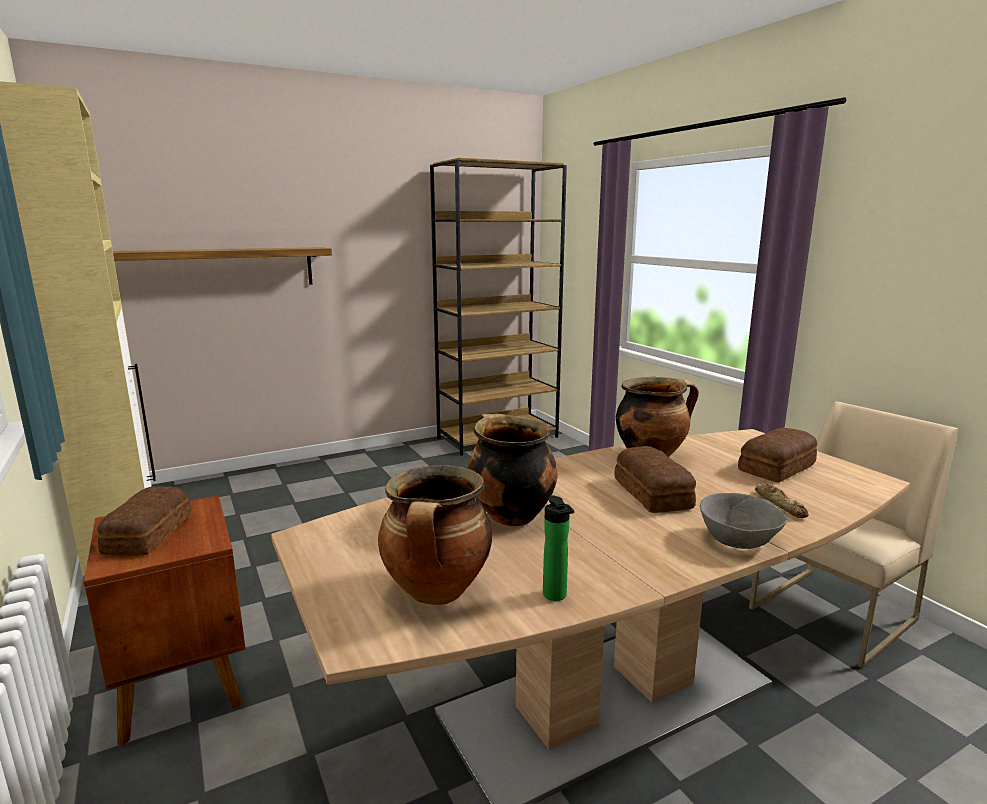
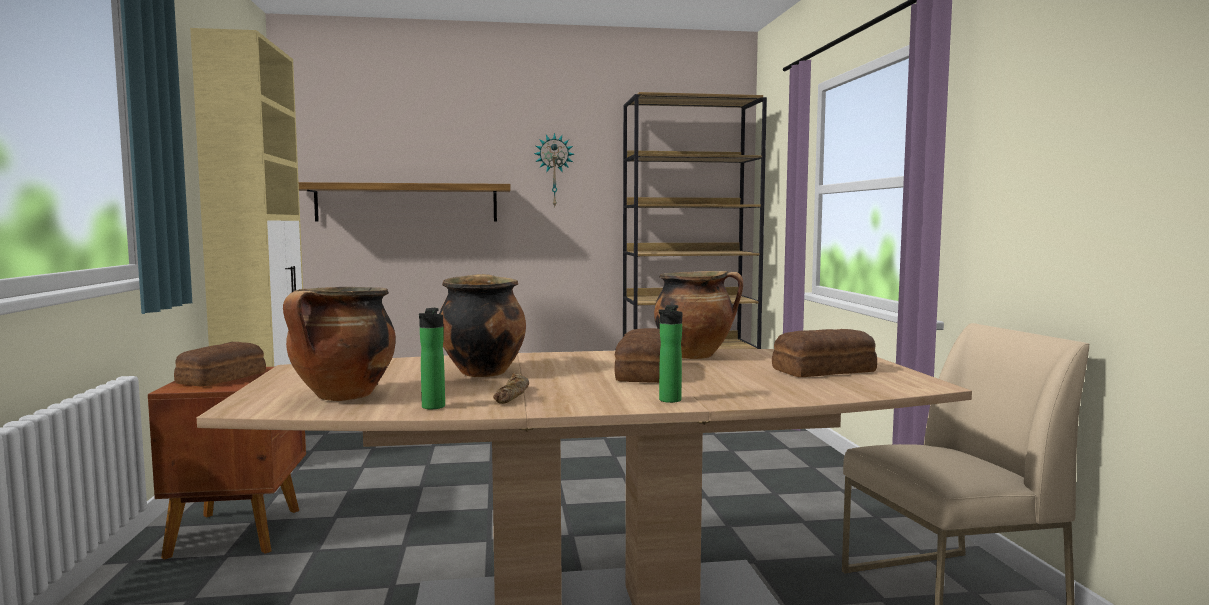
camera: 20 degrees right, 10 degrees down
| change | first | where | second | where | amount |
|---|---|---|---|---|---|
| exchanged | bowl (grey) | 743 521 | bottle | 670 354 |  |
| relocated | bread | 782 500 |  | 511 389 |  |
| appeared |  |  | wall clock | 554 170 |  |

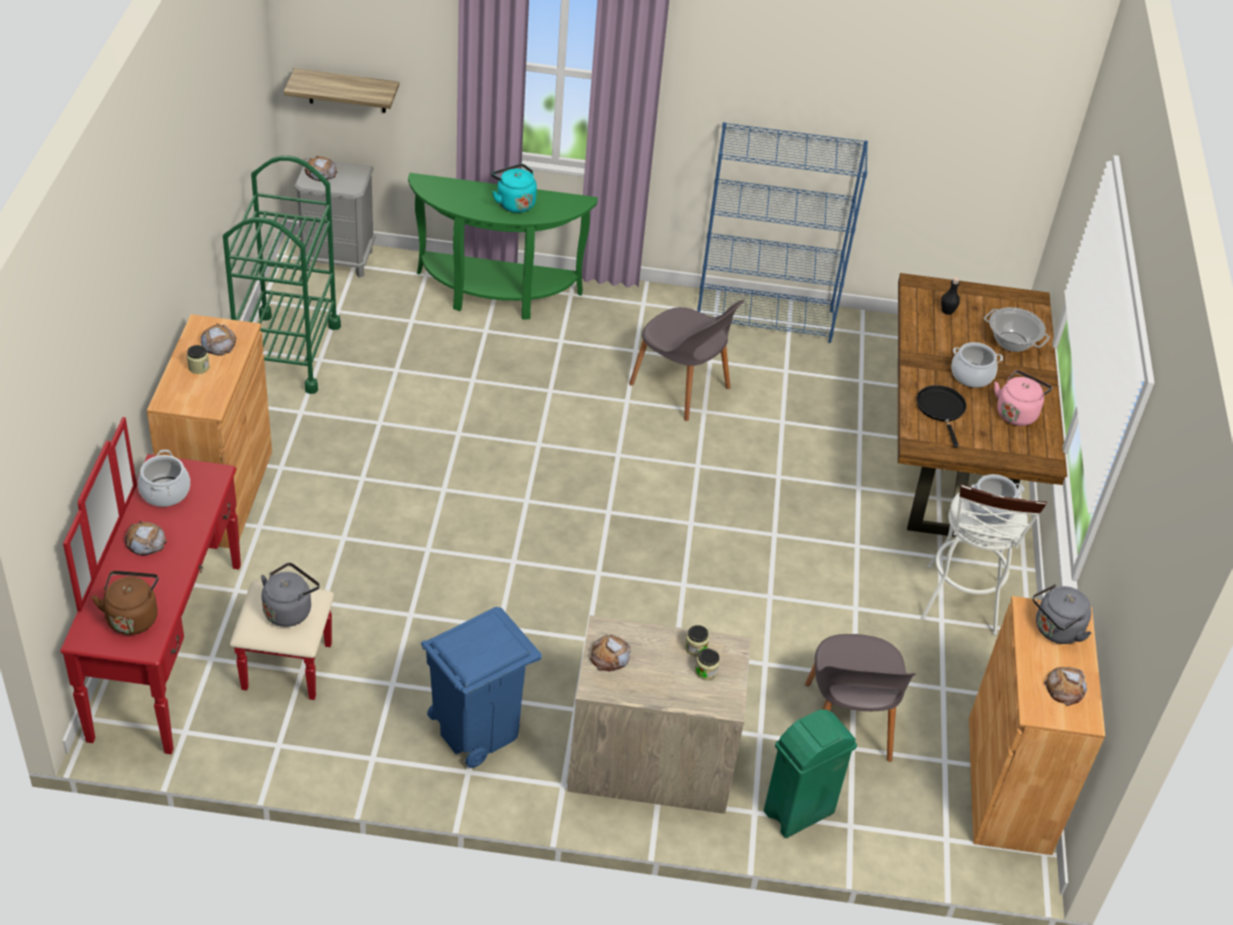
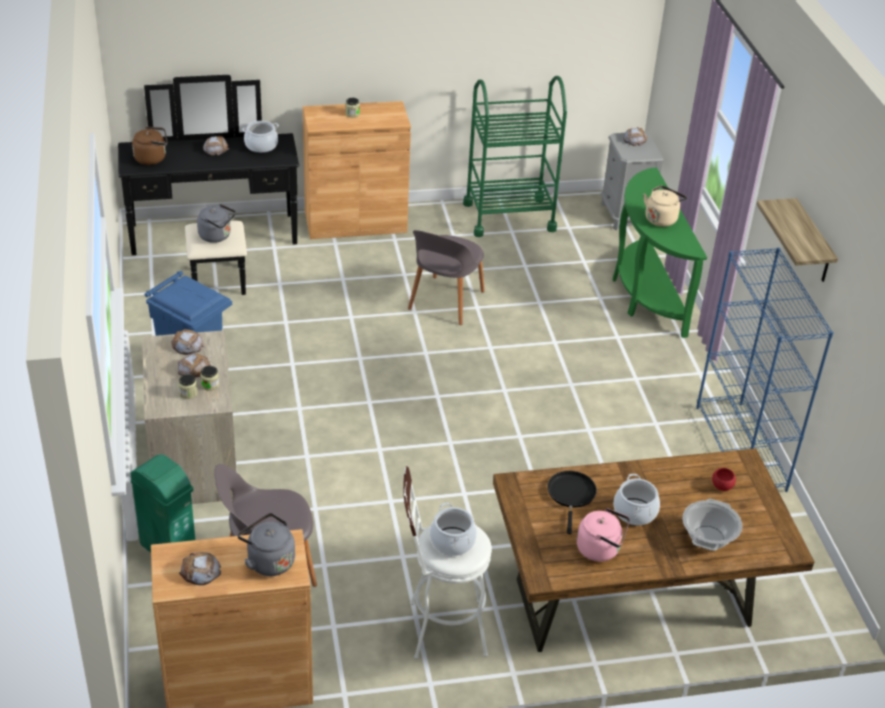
camera: 75 degrees right, 5 degrees down
| change | first | where | second | where | amount |
|---|---|---|---|---|---|
| colour | dresser (red) | 197 585 | dresser (black) | 208 185 |  |
| relocated | bread | 218 339 |  | 194 365 |  |
| relocated | shelf | 341 90 |  | 797 240 |  |
| colour | kettle (turquoise) | 514 188 | kettle (beige) | 665 206 |  |
| relocated | chair (grey) | 686 360 |  | 446 277 |  |
| spun | frying pan (black) | 941 416 |  | 572 502 | 60 degrees counterclockwise |
| exchanged | bottle (black) | 950 296 | bowl (red) | 724 479 |  |

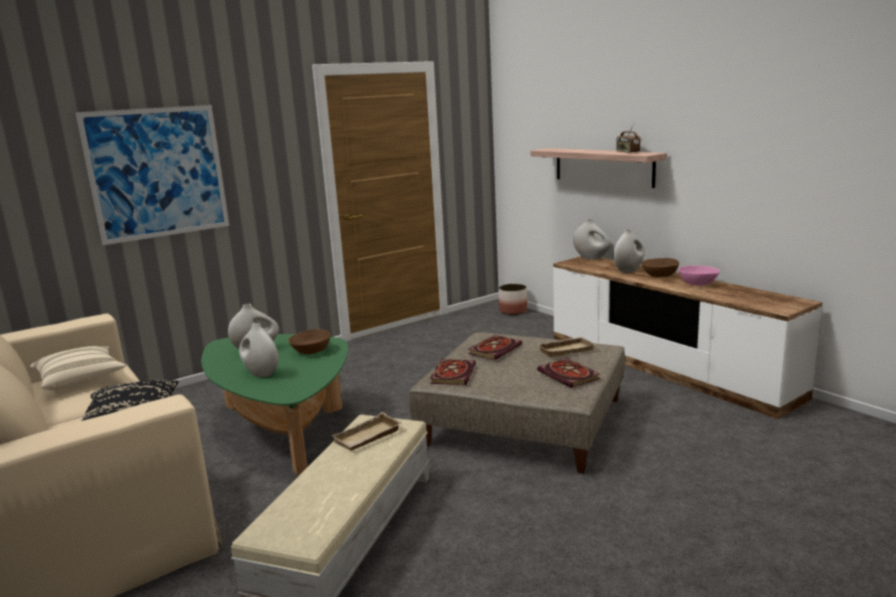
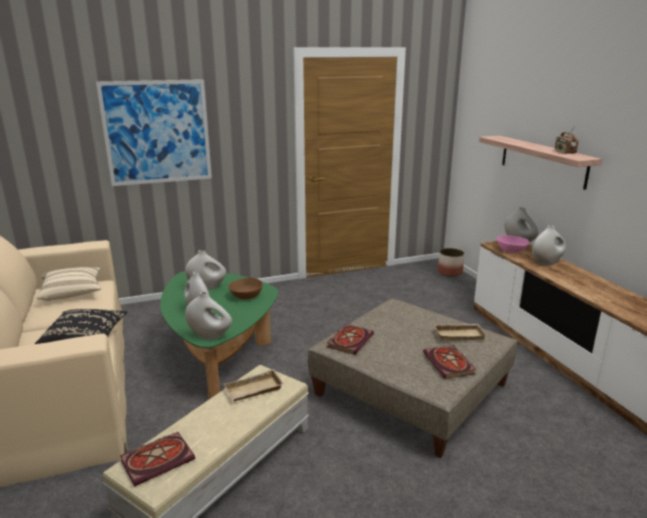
camera: 15 degrees right, 5 degrees up
| change | first | where | second | where | amount |
|---|---|---|---|---|---|
| relocated | book | 495 347 |  | 157 459 |  |
| missing | bowl (brown) | 660 267 |  |  |  |
| relocated | bowl (pink) | 699 276 |  | 513 244 |  |
| appeared |  |  | vase (white) | 208 316 |  |

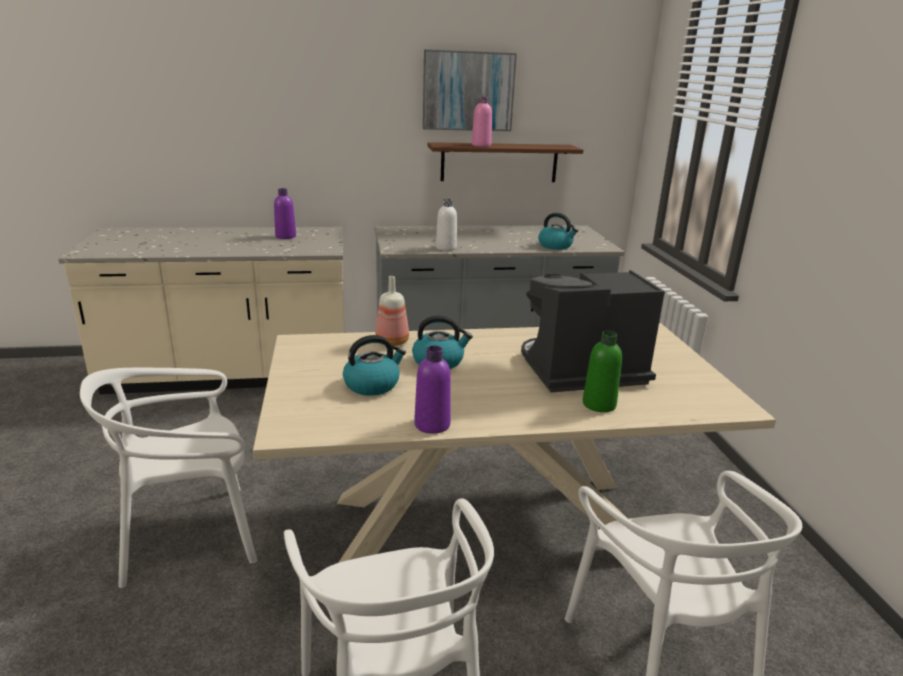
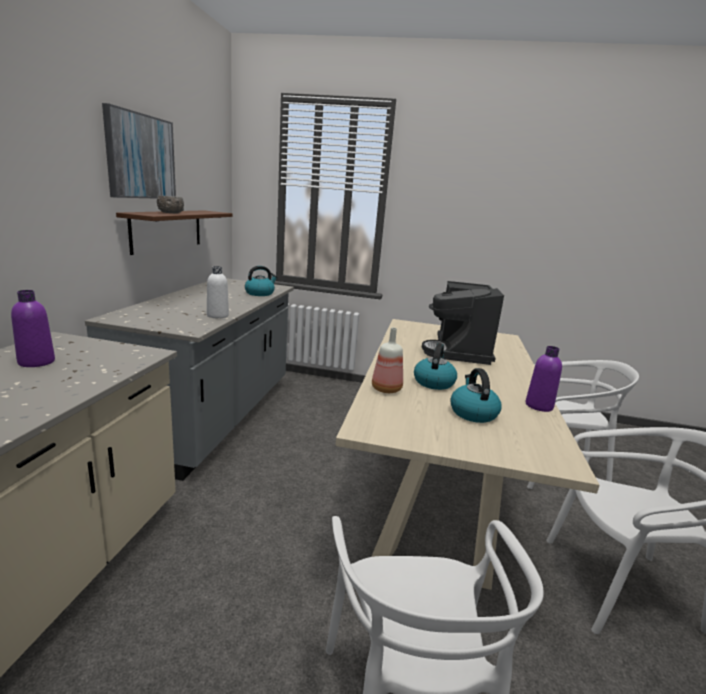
camera: 70 degrees left, 5 degrees down
| change | first | where | second | where | amount |
|---|---|---|---|---|---|
| exchanged | bottle (pink) | 482 121 | bowl (grey) | 170 204 |  |
| missing | bottle (green) | 602 371 |  |  |  |

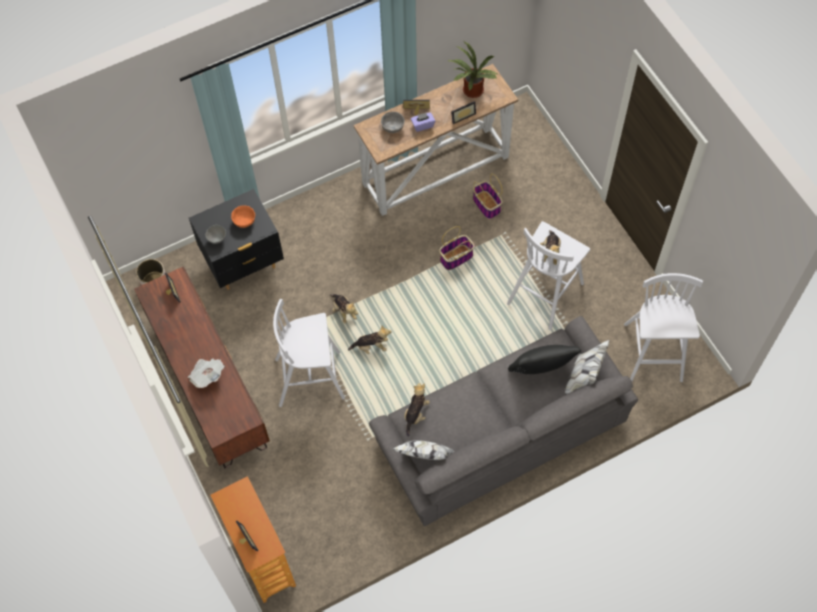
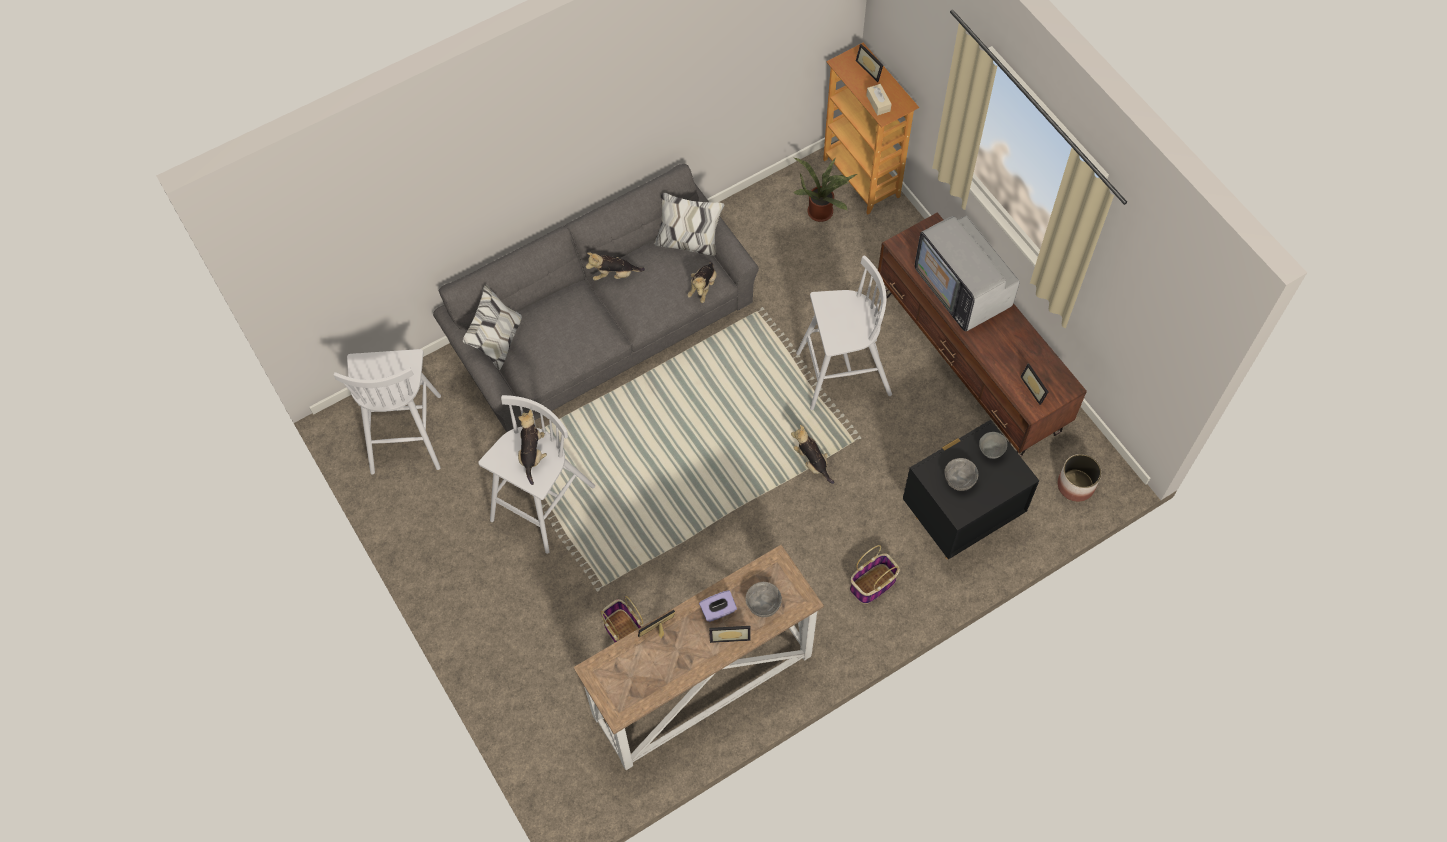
camera: 175 degrees right, 0 degrees up
| change | first | where | second | where | amount |
|---|---|---|---|---|---|
| exchanged | newspaper | 206 373 | television | 967 274 |  |
| colour | bowl (orange) | 243 216 | bowl (grey) | 961 474 |  |
| relocated | plush toy | 370 339 |  | 615 266 |  |
| relocated | basket | 457 248 |  | 875 574 |  |
| relocated | potted plant | 473 69 |  | 825 189 |  |
| missing | pillow (black) | 544 359 |  |  |  |
| appeared |  |  | tissue box (beige) | 878 99 |  |

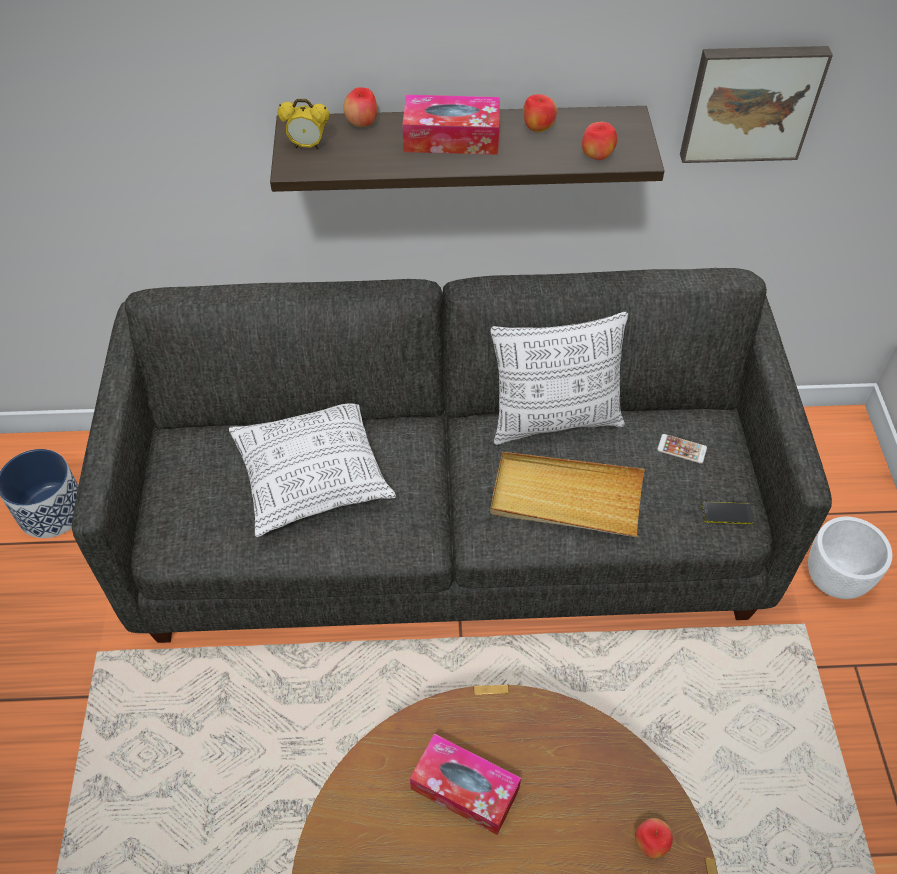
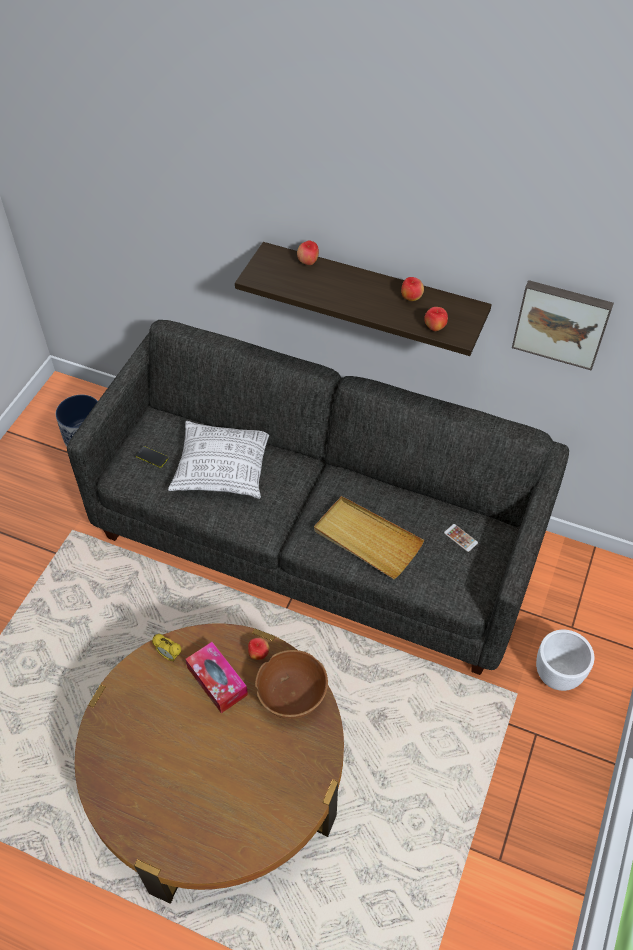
camera: 25 degrees right, 0 degrees up
| change | first | where | second | where | amount |
|---|---|---|---|---|---|
| relocated | alarm clock | 303 124 |  | 166 648 |  |
| missing | tissue box | 451 125 |  |  |  |
| missing | pillow | 559 378 |  |  |  |
| relocated | apple | 654 838 |  | 259 649 |  |
| relocated | phone | 728 513 |  | 152 457 |  |
| appeared |  |  | bowl (brown) | 291 684 |  |

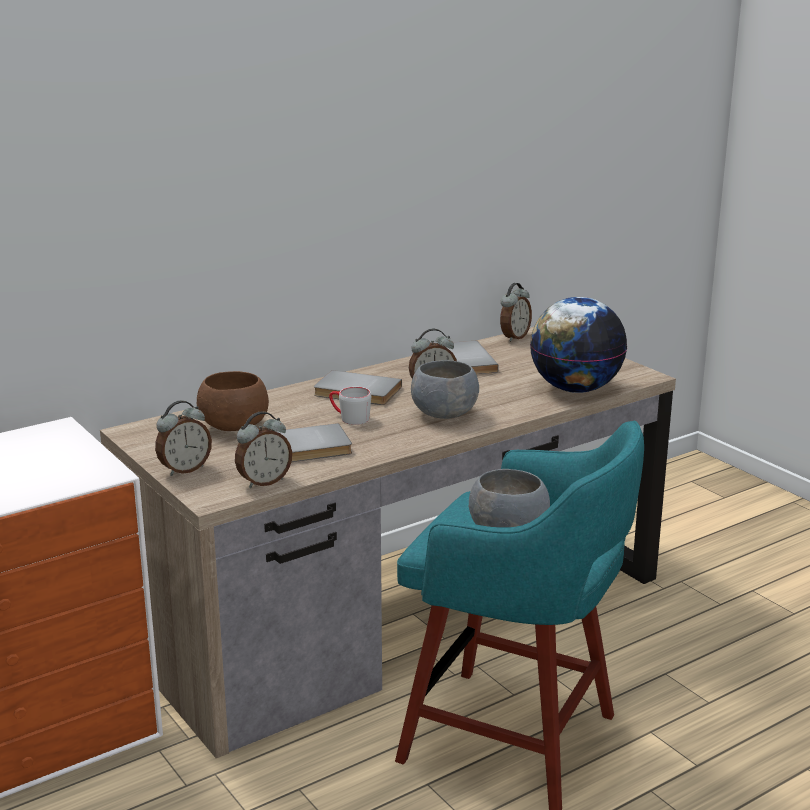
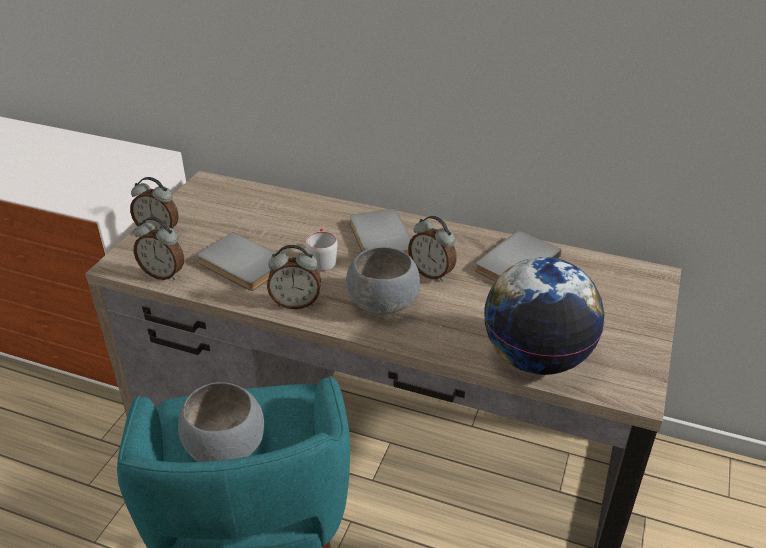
camera: 55 degrees right, 15 degrees up
| change | first | where | second | where | amount |
|---|---|---|---|---|---|
| missing | bowl (brown) | 233 401 |  |  |  |
| relocated | alarm clock | 516 312 |  | 294 277 |  |

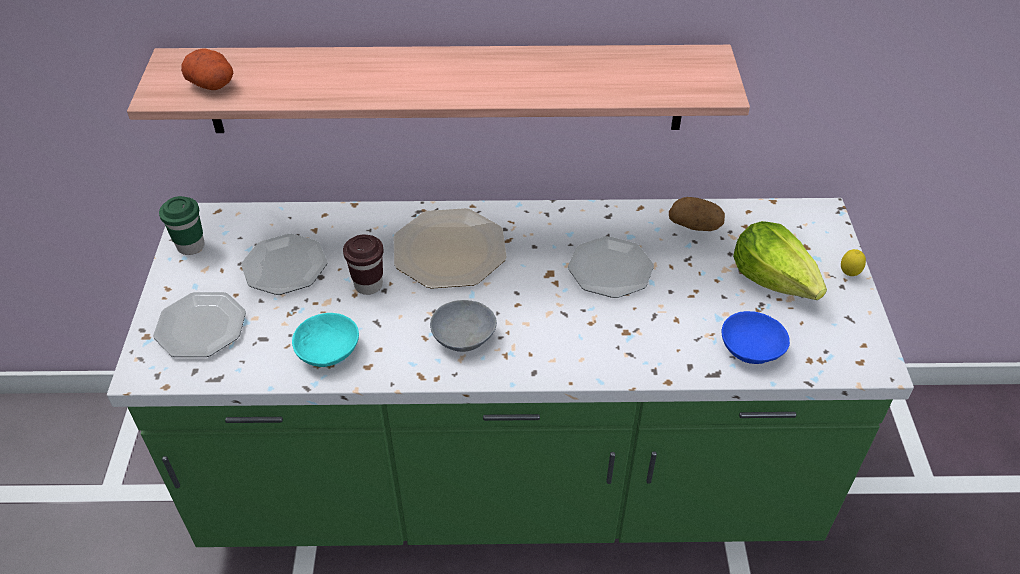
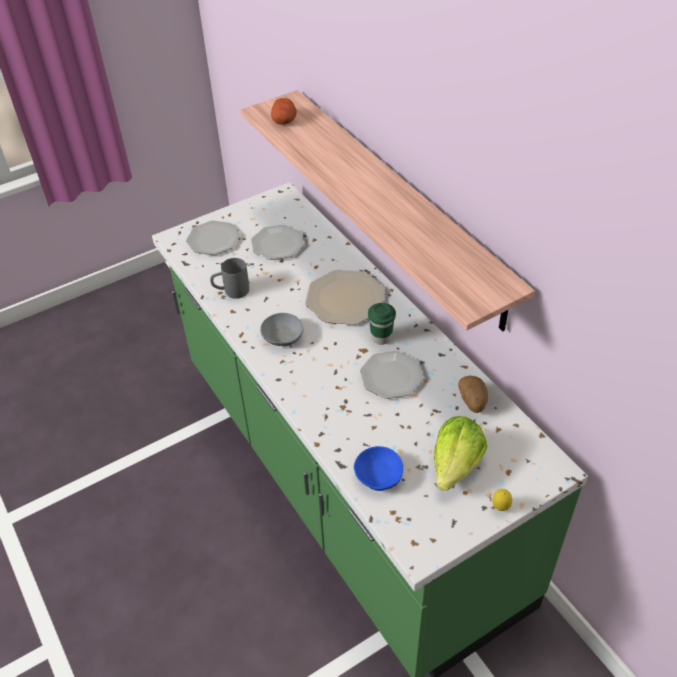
camera: 60 degrees right, 0 degrees up
| change | first | where | second | where | amount |
|---|---|---|---|---|---|
| relocated | cup (green) | 182 225 |  | 382 324 |  |
| exchanged | bowl (turquoise) | 325 340 | mug (grey) | 229 278 |  |
| missing | cup (brown) | 363 264 |  |  |  |

